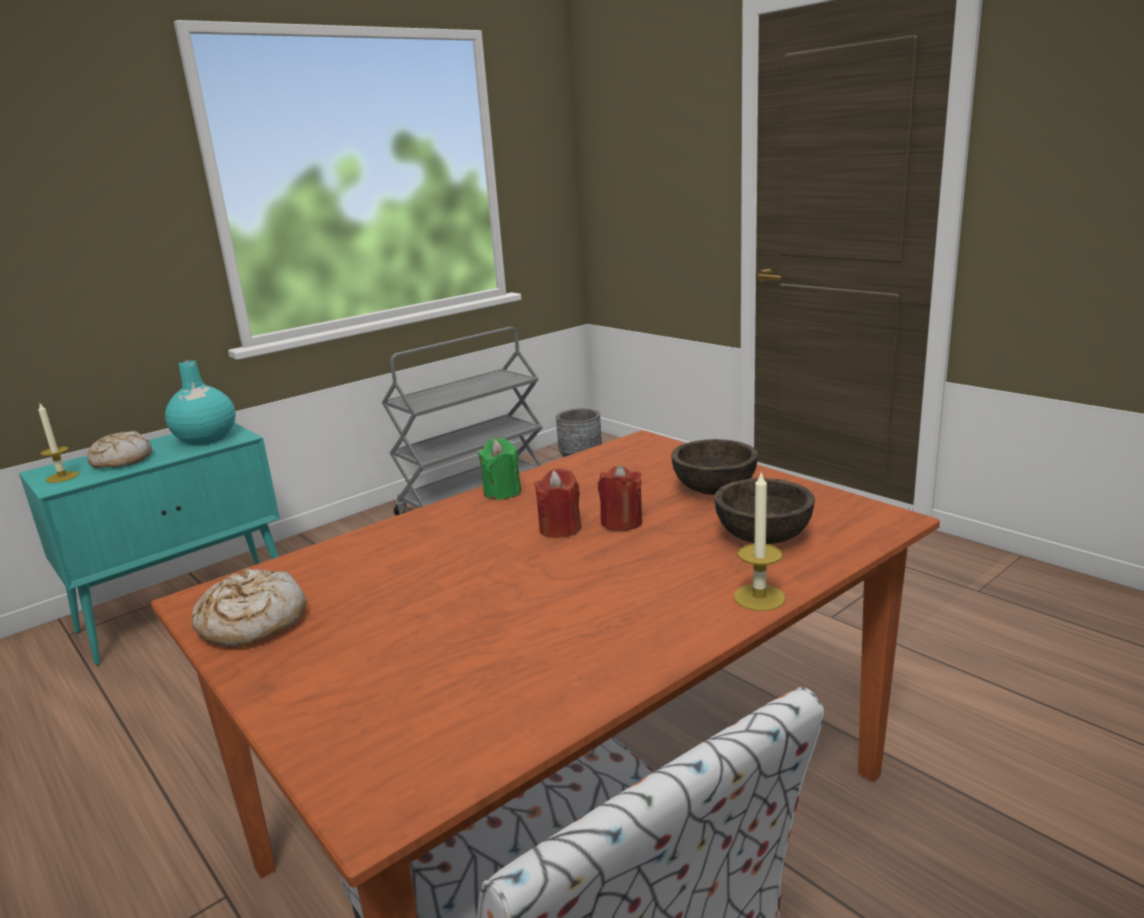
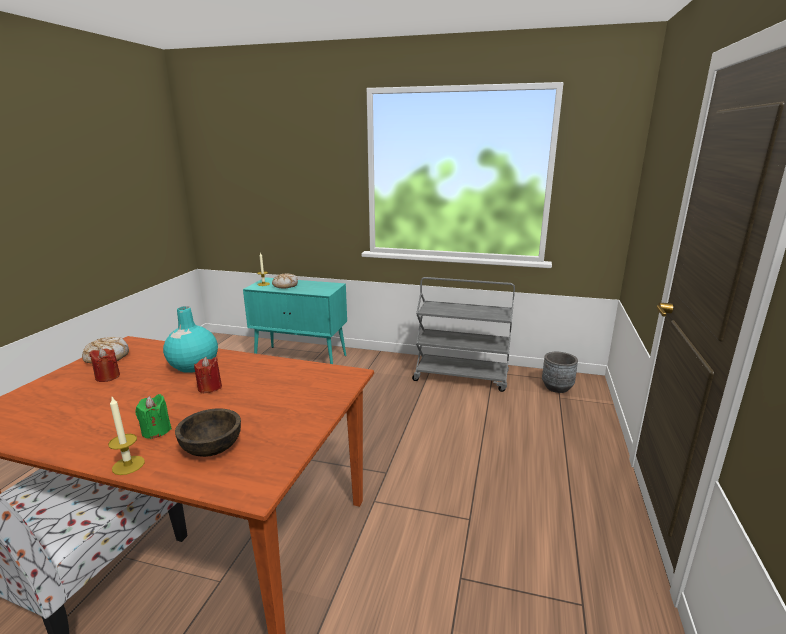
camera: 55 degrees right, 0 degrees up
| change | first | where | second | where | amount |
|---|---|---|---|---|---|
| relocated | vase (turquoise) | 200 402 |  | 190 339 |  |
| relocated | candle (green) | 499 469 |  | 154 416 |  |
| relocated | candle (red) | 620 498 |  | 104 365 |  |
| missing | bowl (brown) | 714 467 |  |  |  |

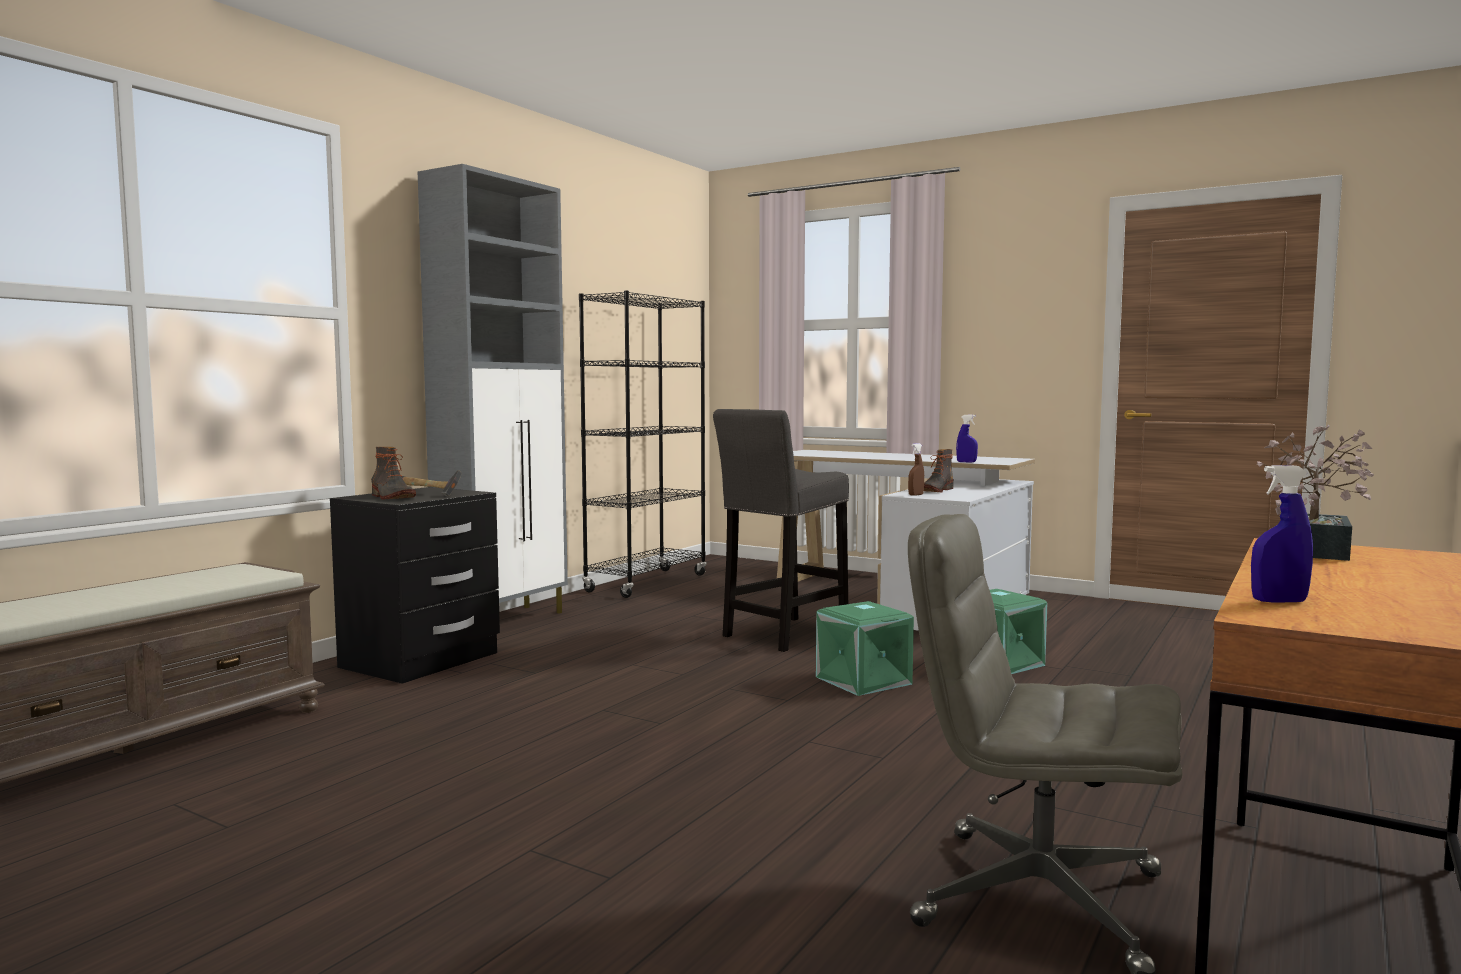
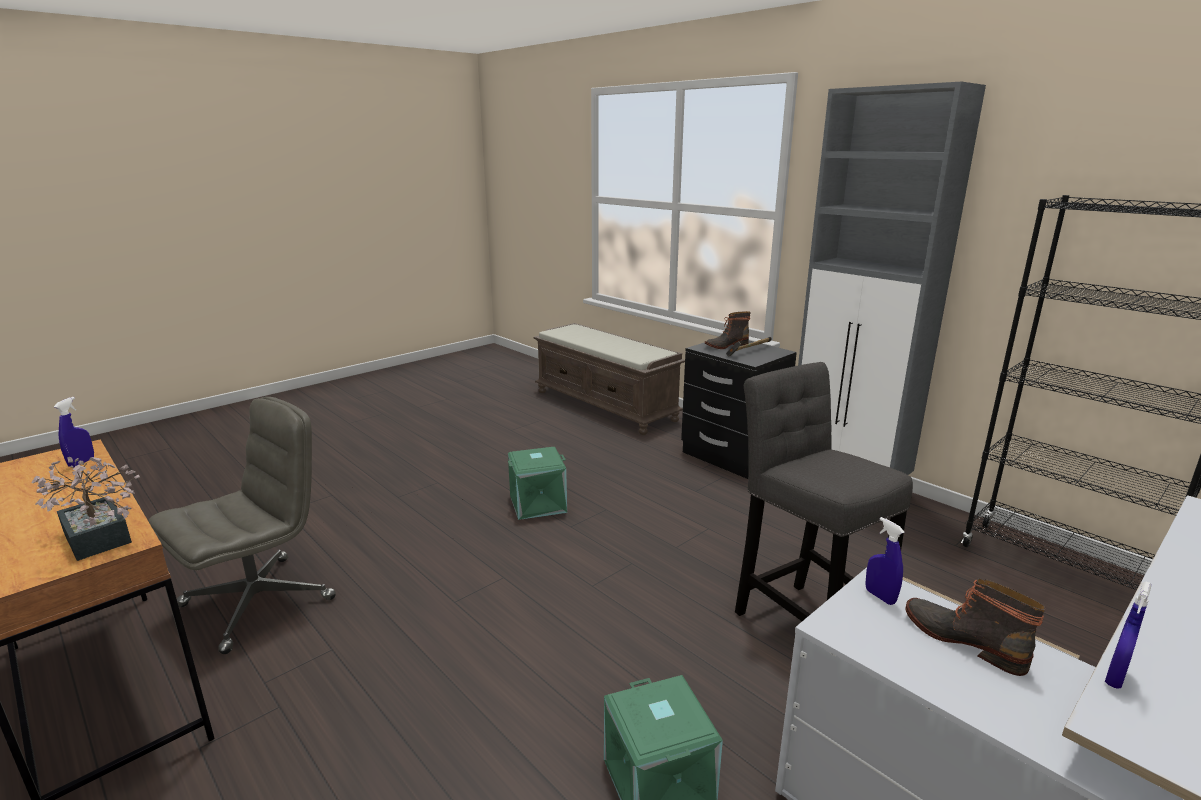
camera: 105 degrees right, 15 degrees up
| change | first | where | second | where | amount |
|---|---|---|---|---|---|
| relocated | storage box (green) | 865 648 |  | 537 483 |  |
| colour | spray bottle (brown) | 916 469 | spray bottle (blue) | 885 561 |  |

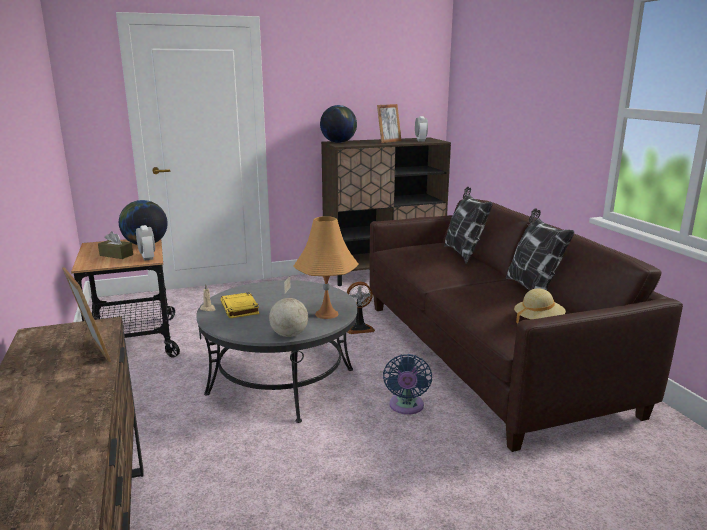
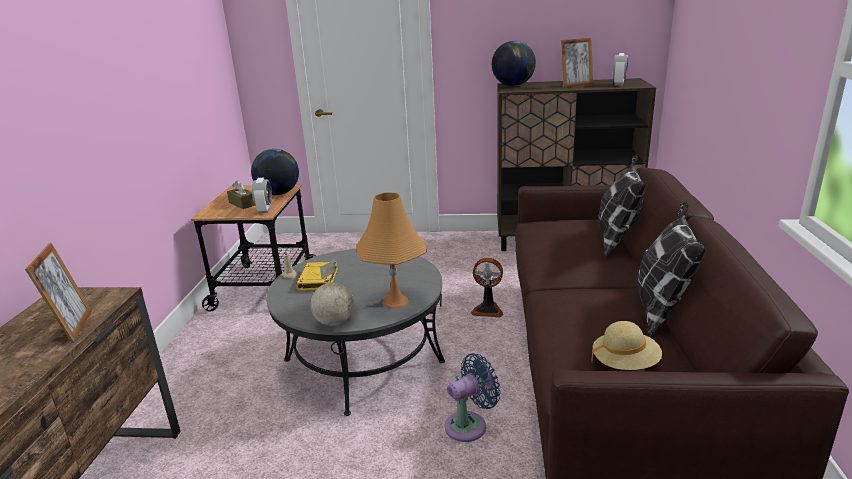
camera: 25 degrees right, 5 degrees up
| change | first | where | second | where | amount |
|---|---|---|---|---|---|
| spun | fan (blue) | 407 384 |  | 472 397 | 150 degrees counterclockwise |

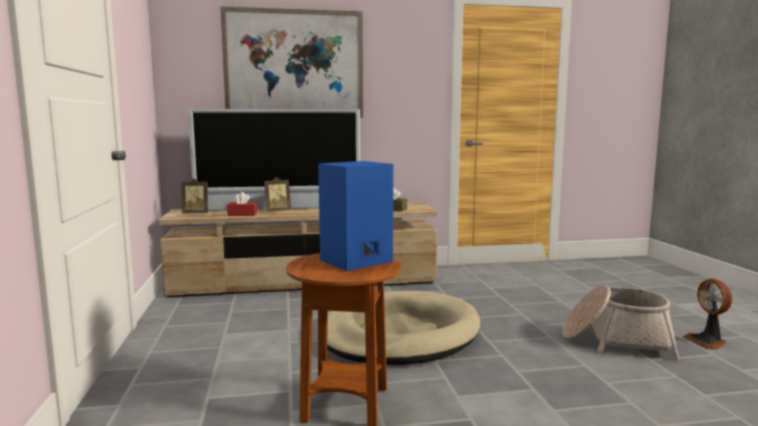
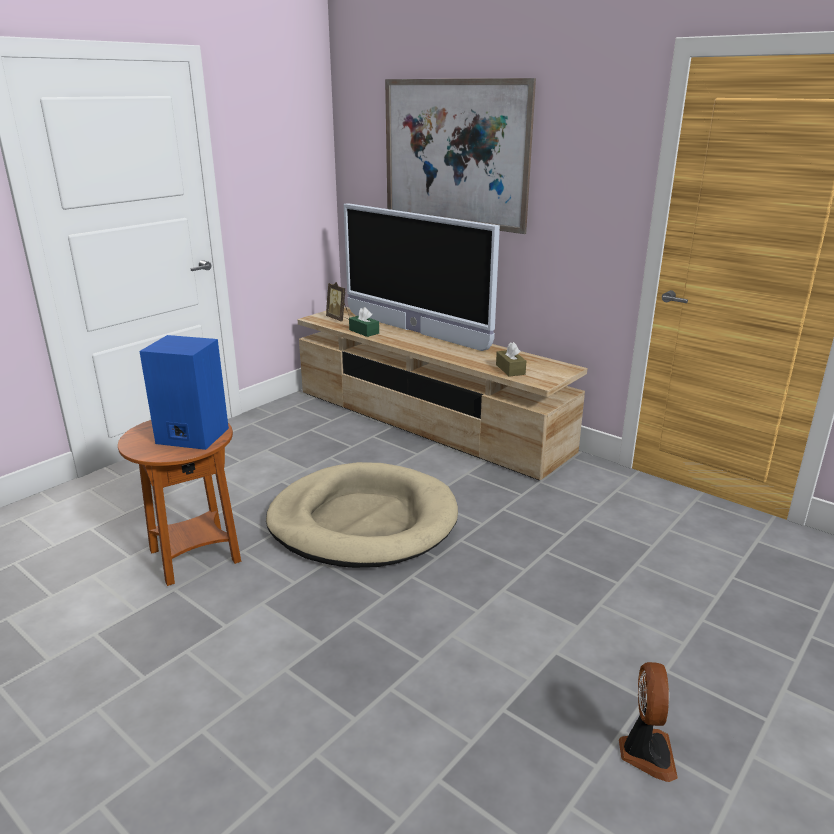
camera: 50 degrees right, 15 degrees up
| change | first | where | second | where | amount |
|---|---|---|---|---|---|
| colour | tissue box (red) | 242 204 | tissue box (green) | 364 322 |  |
| missing | picture frame | 277 194 |  |  |  |
| missing | basket | 621 322 |  |  |  |
| spun | fan | 707 314 |  | 648 722 | 150 degrees clockwise |

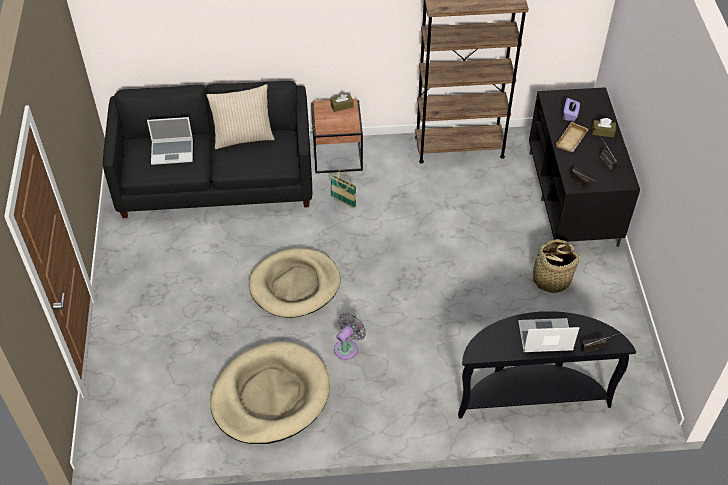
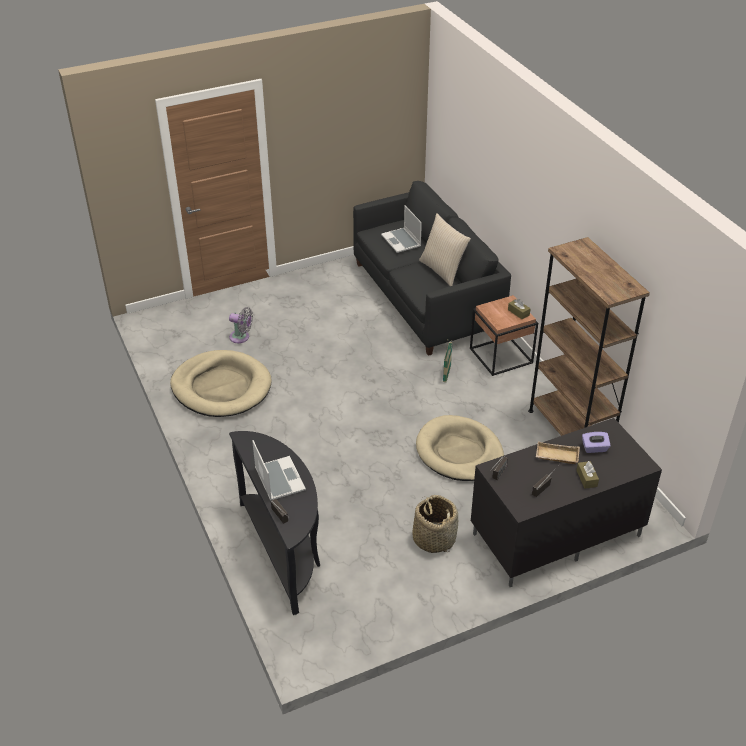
camera: 70 degrees right, 10 degrees down
| change | first | where | second | where | amount |
|---|---|---|---|---|---|
| relocated | dog bed (beige) | 295 283 |  | 460 448 |  |
| relocated | fan (grey) | 350 336 |  | 241 325 |  |

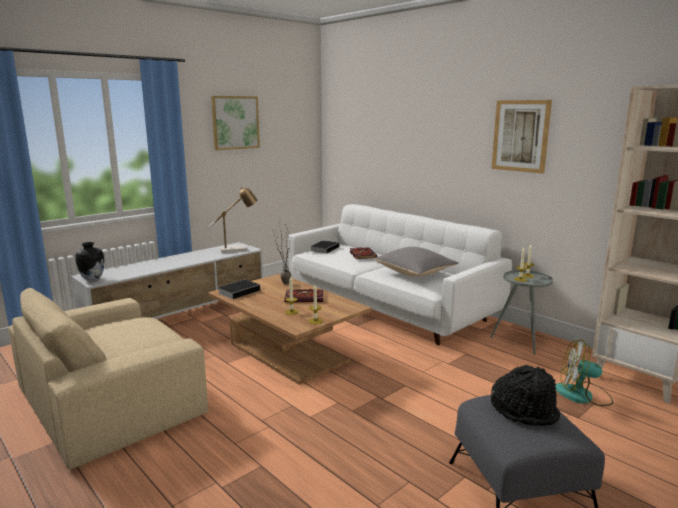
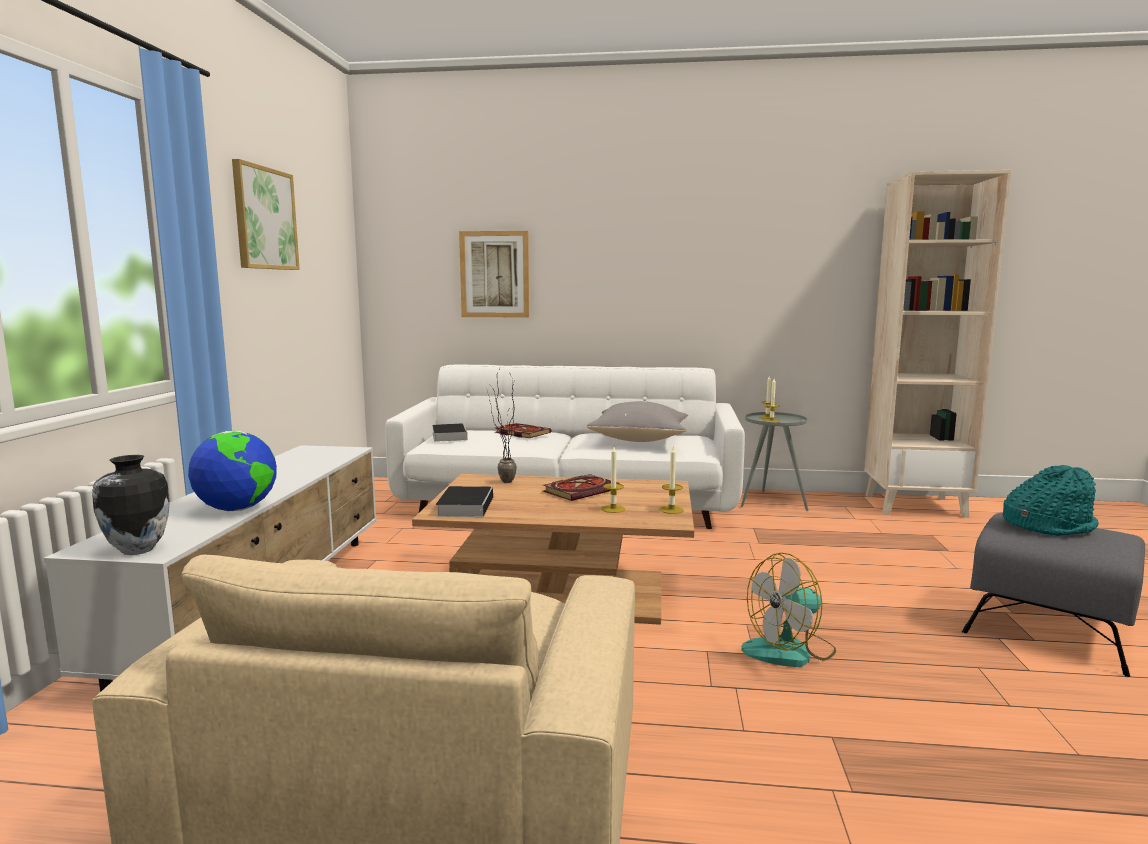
camera: 40 degrees left, 5 degrees down
| change | first | where | second | where | amount |
|---|---|---|---|---|---|
| missing | table lamp | 233 220 |  |  |  |
| relocated | picture | 521 137 |  | 494 274 |  |
| colour | hat (black) | 525 395 | hat (turquoise) | 1051 500 |  |
| relocated | fan | 584 372 |  | 788 609 |  |
| appeared |  |  | globe | 232 471 |  |

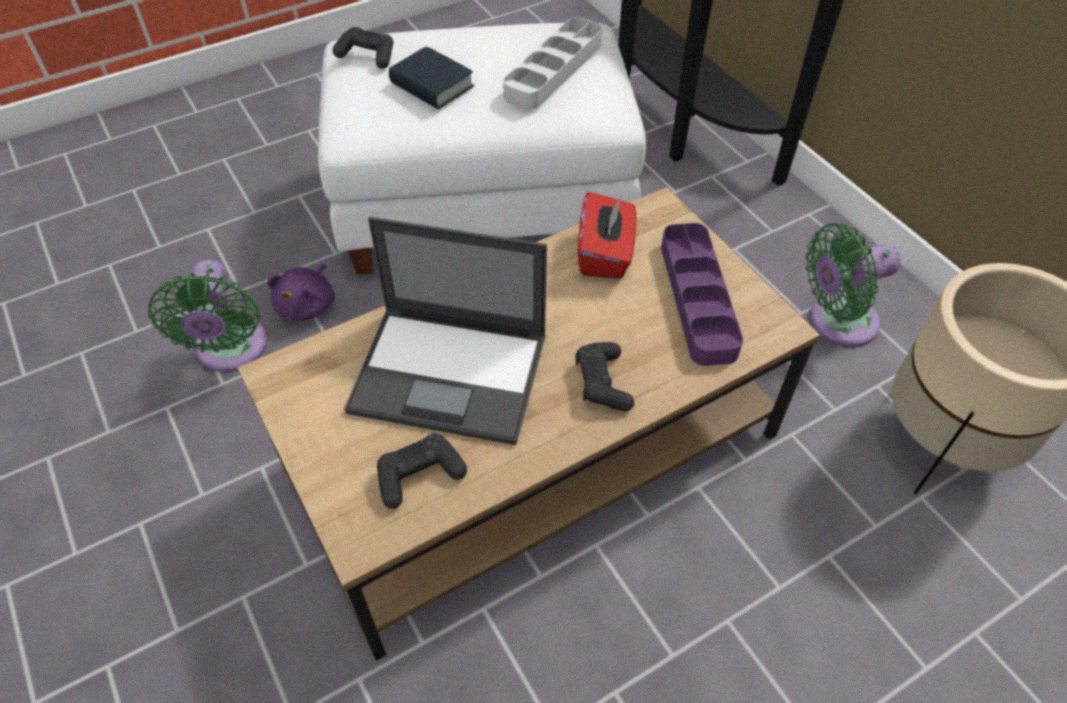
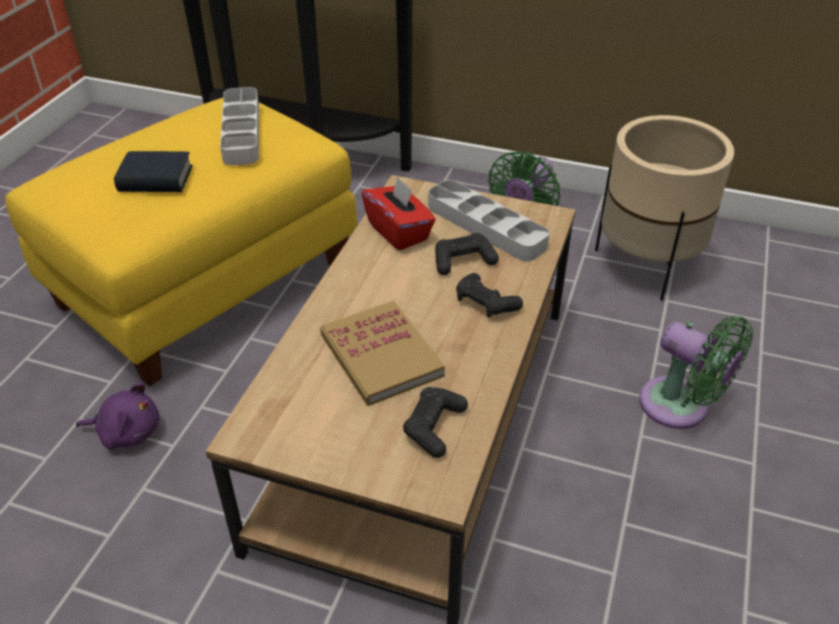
camera: 40 degrees left, 10 degrees down
| change | first | where | second | where | amount |
|---|---|---|---|---|---|
| relocated | fan (green) | 208 316 |  | 696 372 |  |
| spun | plush toy (purple) | 301 292 |  | 118 416 | 60 degrees counterclockwise |
| colour | ottoman (white) | 482 149 | ottoman (yellow) | 181 242 |  |
| relocated | game controller (black) | 363 48 |  | 467 254 |  |
| exchanged | laptop | 445 331 | book | 382 353 |  |
| colour | tray (purple) | 702 294 | tray (grey) | 488 220 |  |

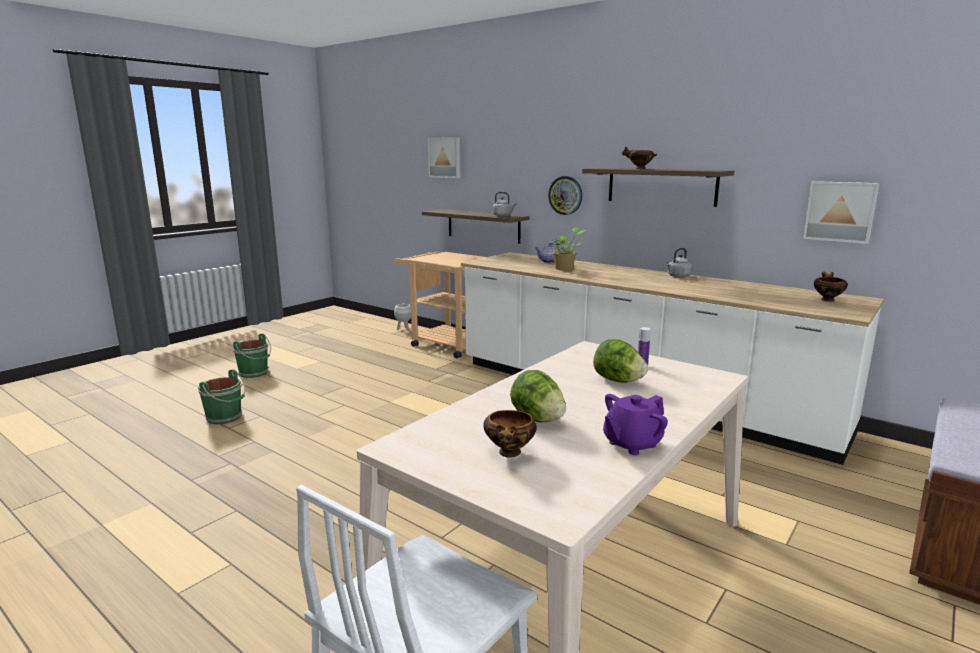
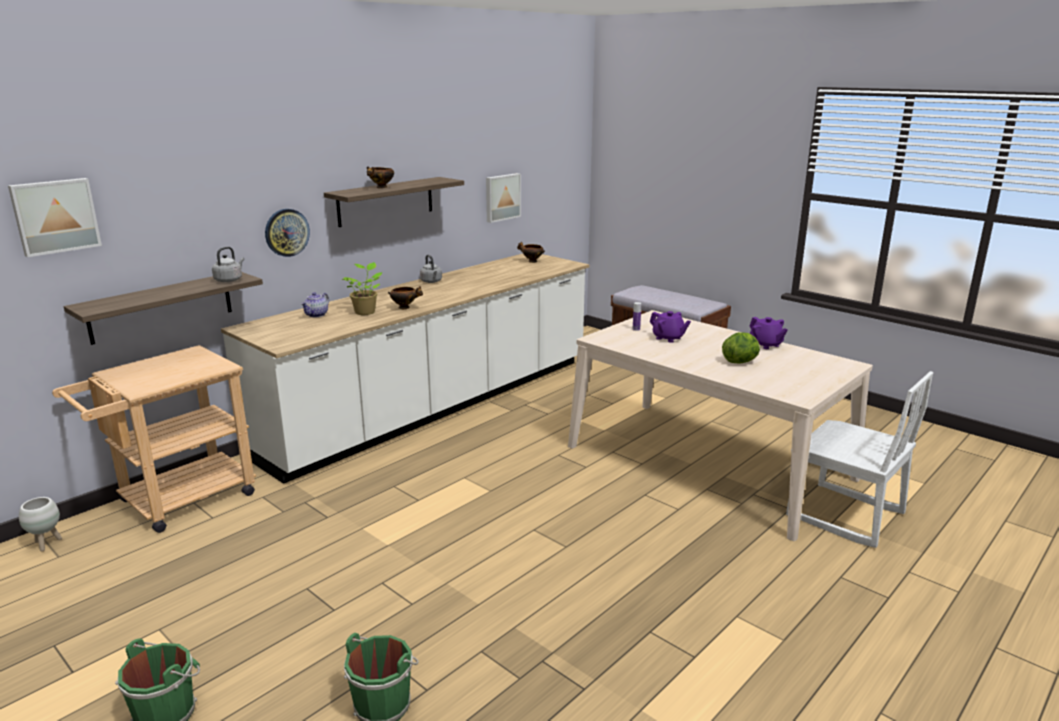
camera: 85 degrees left, 5 degrees up
| change | first | where | second | where | amount |
|---|---|---|---|---|---|
| relocated | bowl | 510 433 |  | 405 297 |  |
| exchanged | lettuce | 620 361 | teapot (purple) | 670 327 |  |

